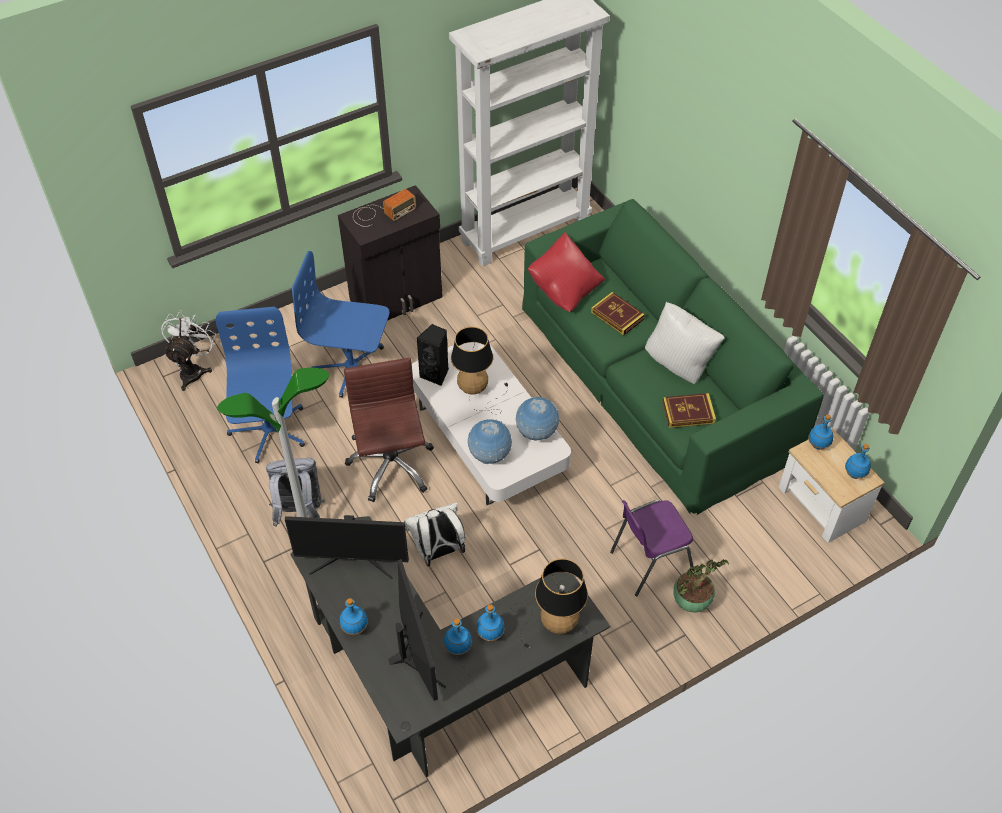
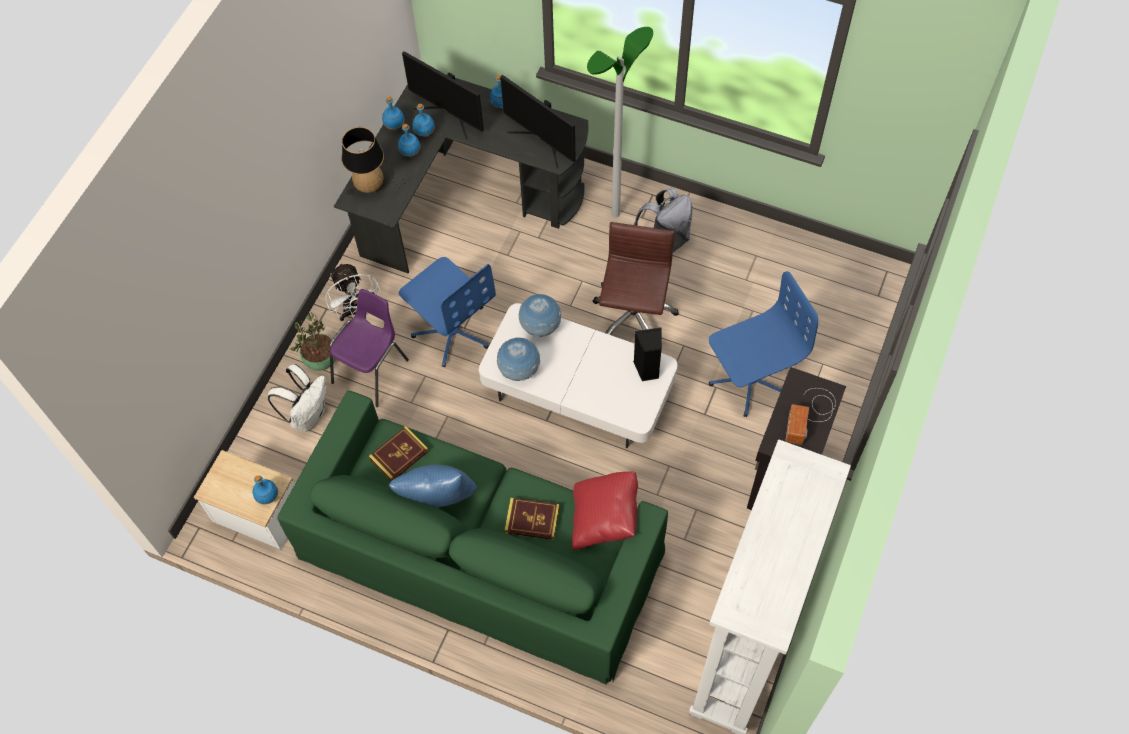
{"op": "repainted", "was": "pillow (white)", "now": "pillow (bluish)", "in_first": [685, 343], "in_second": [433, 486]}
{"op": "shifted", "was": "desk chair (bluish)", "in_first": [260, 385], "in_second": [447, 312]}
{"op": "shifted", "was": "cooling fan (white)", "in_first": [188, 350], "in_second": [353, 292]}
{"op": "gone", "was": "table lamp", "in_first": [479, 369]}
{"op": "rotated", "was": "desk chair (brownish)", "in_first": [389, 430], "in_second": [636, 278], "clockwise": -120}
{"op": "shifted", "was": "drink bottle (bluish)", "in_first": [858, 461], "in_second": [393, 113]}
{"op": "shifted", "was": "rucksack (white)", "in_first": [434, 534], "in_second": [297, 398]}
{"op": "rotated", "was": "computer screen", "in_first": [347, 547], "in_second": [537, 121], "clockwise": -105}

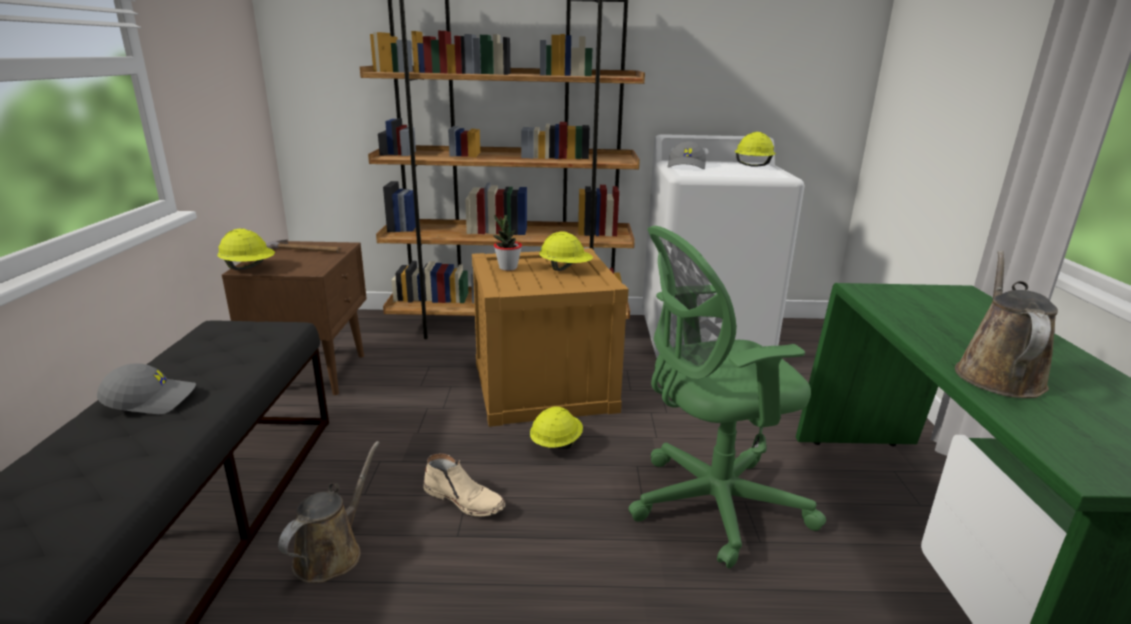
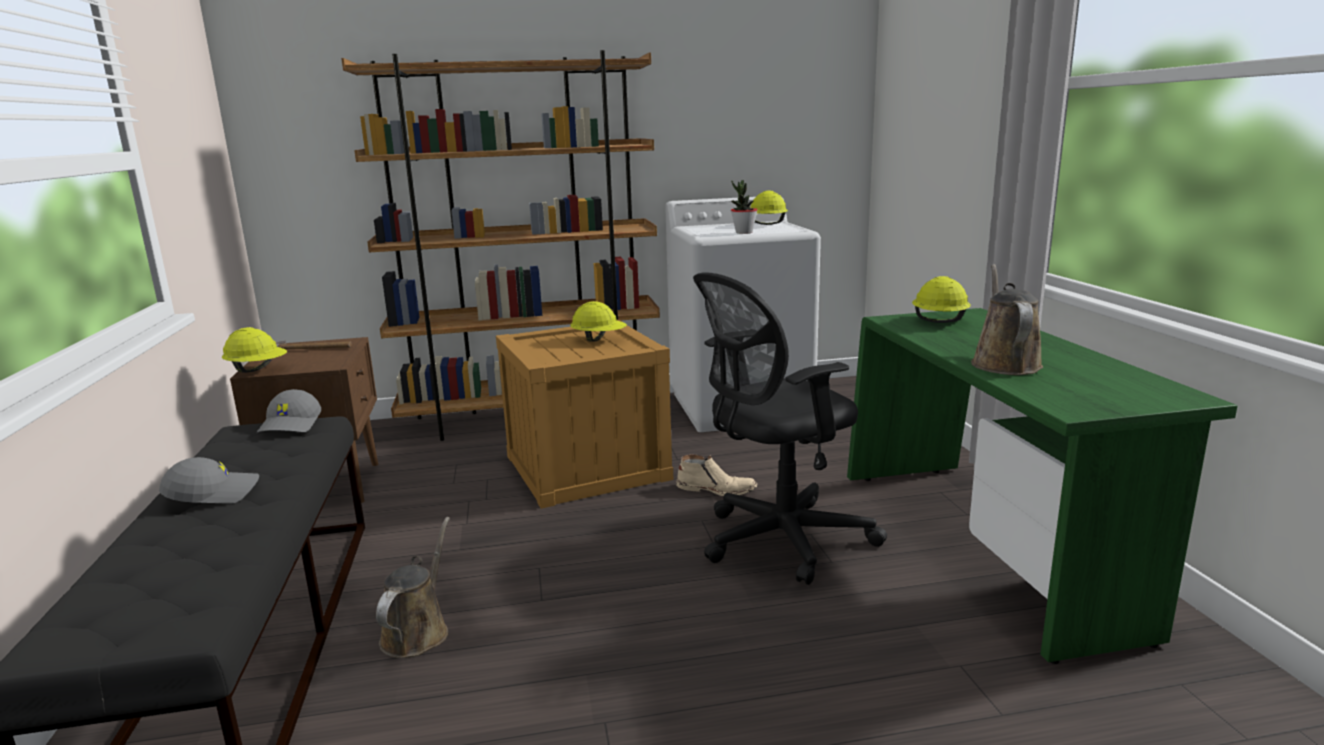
{"op": "shifted", "was": "peaked cap (grey)", "in_first": [686, 155], "in_second": [288, 411]}
{"op": "shifted", "was": "potted plant", "in_first": [507, 242], "in_second": [744, 207]}
{"op": "repainted", "was": "desk chair (green)", "now": "desk chair (blackish)", "in_first": [727, 397], "in_second": [790, 428]}
{"op": "shifted", "was": "work helmet (yellowish)", "in_first": [556, 427], "in_second": [941, 299]}
{"op": "shifted", "was": "boot (sand-coloured)", "in_first": [464, 485], "in_second": [717, 475]}

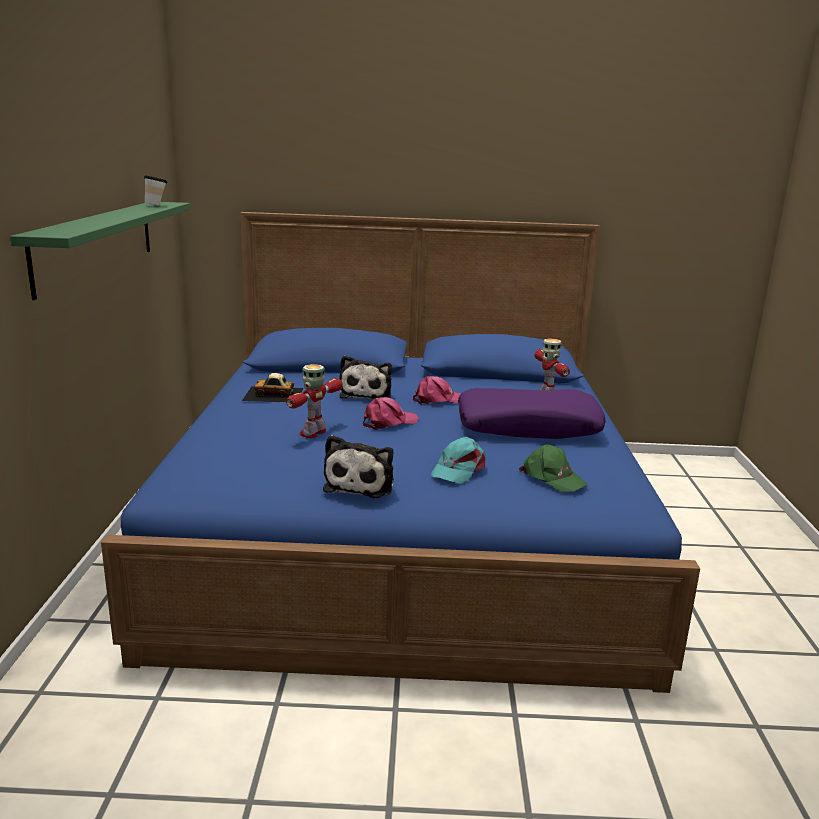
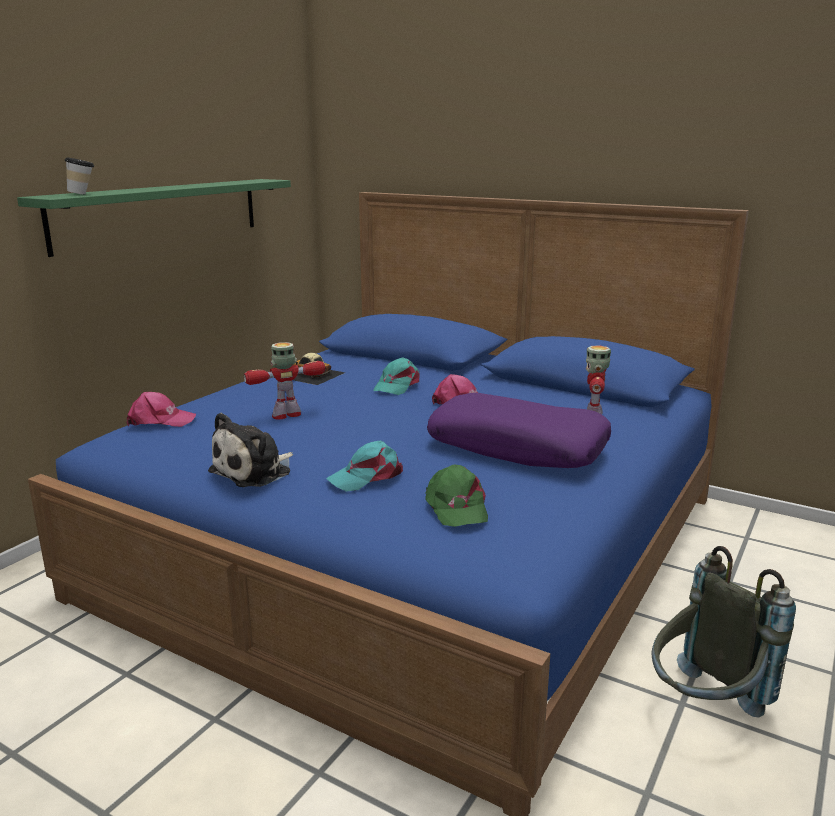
{"op": "shifted", "was": "drinking cup", "in_first": [155, 190], "in_second": [79, 176]}
{"op": "swapped", "was": "cuddly toy", "now": "peaked cap (turquoise-coloured)", "in_first": [365, 377], "in_second": [396, 376]}
{"op": "shifted", "was": "peaked cap (pink-coloured)", "in_first": [391, 413], "in_second": [161, 409]}
{"op": "new", "now": "rucksack (grey)", "in_second": [723, 631]}

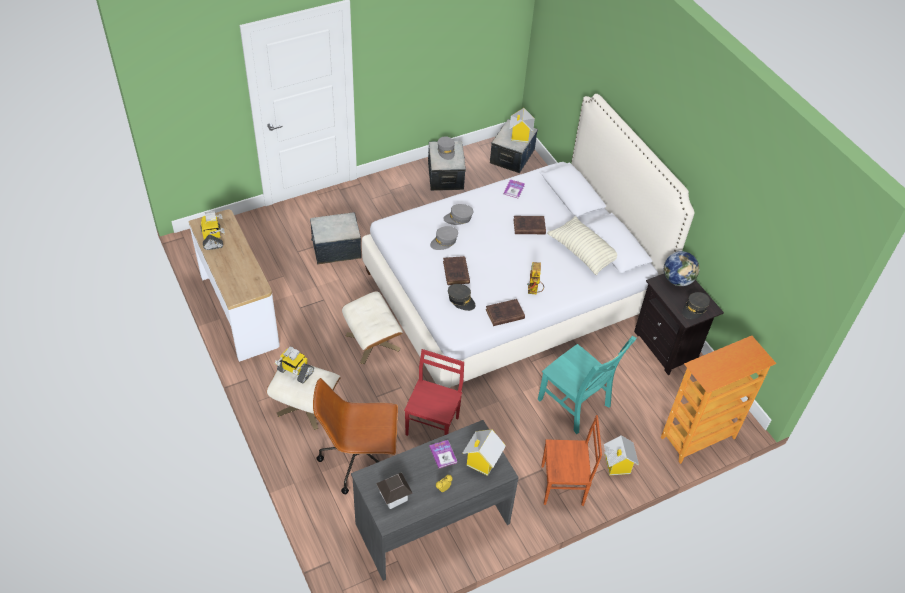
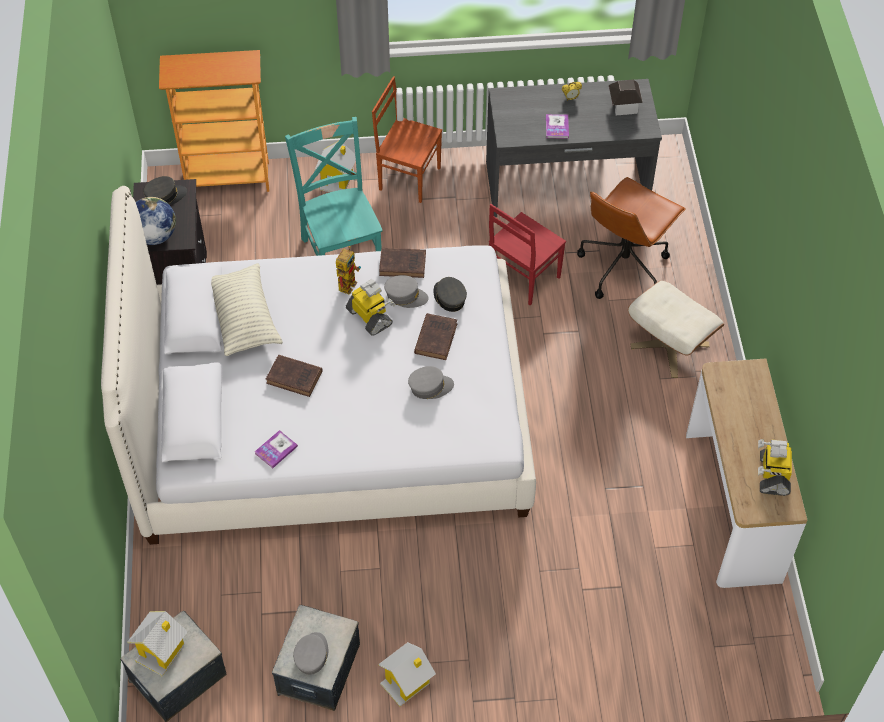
{"op": "shifted", "was": "peaked cap (grey)", "in_first": [458, 214], "in_second": [406, 291]}
{"op": "gone", "was": "storage bin", "in_first": [335, 238]}
{"op": "gone", "was": "ottoman (sand-coloured)", "in_first": [372, 327]}
{"op": "shifted", "was": "robot figure", "in_first": [294, 365], "in_second": [370, 307]}
{"op": "rotated", "was": "desk chair (brownish)", "in_first": [355, 436], "in_second": [631, 238], "clockwise": 105}
{"op": "shifted", "was": "miniature house", "in_first": [484, 452], "in_second": [407, 674]}

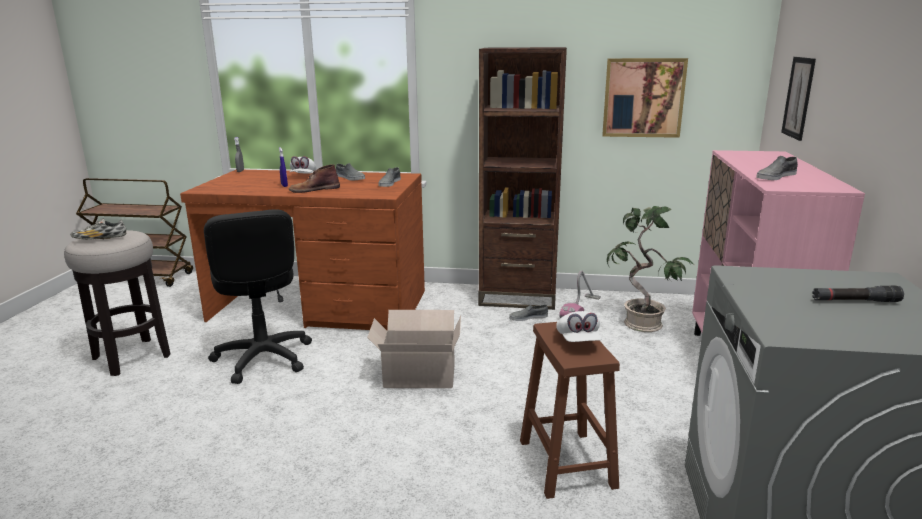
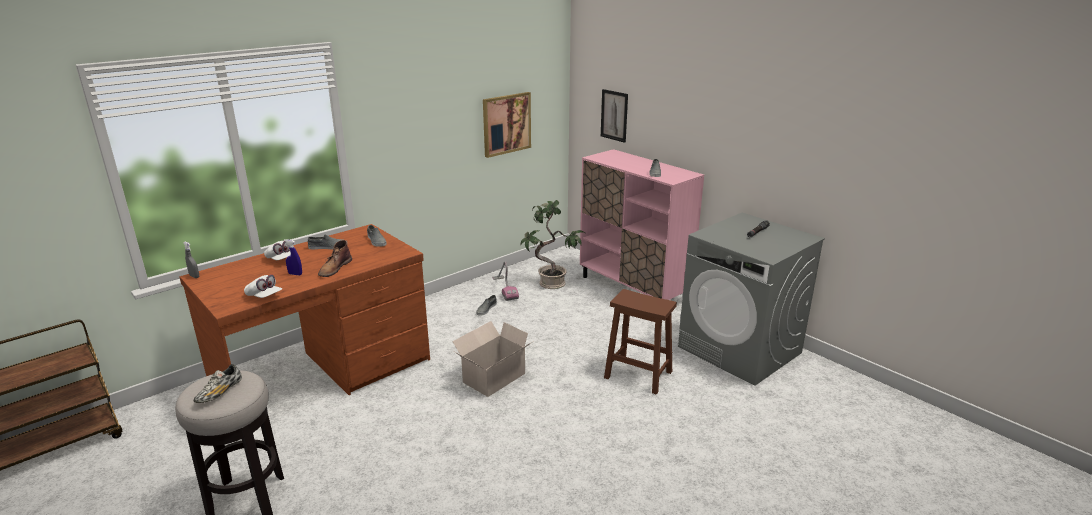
{"op": "gone", "was": "bookshelf (brownish)", "in_first": [522, 178]}
{"op": "gone", "was": "desk chair (blackish)", "in_first": [258, 296]}
{"op": "shifted", "was": "peaked cap (white)", "in_first": [579, 326], "in_second": [263, 286]}

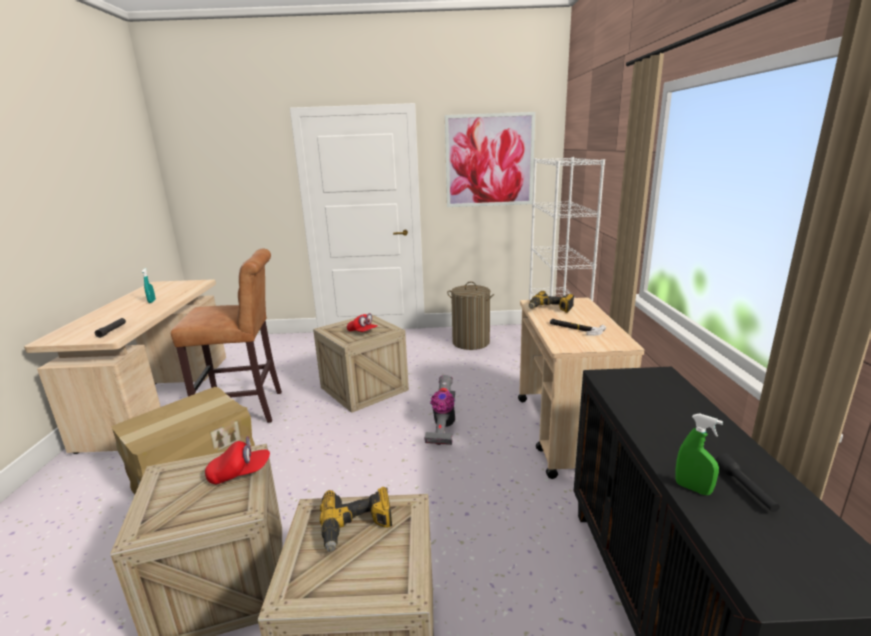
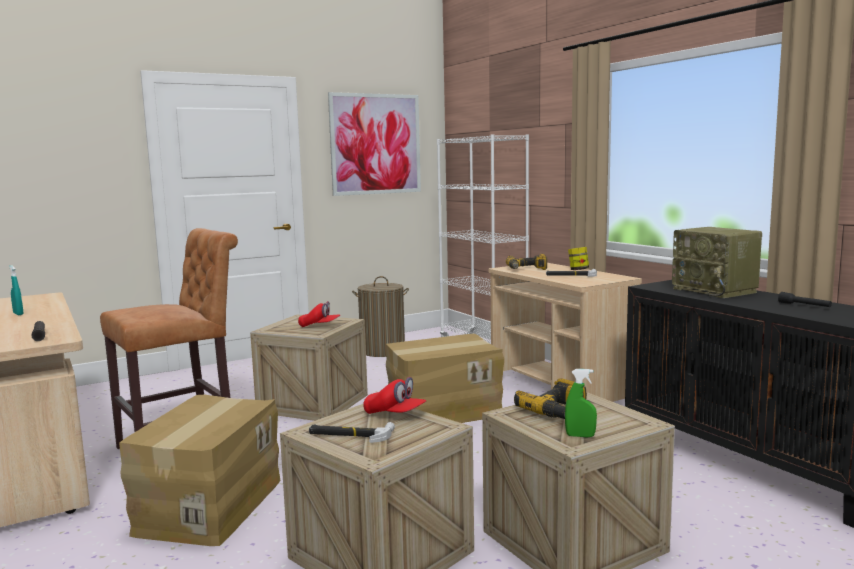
{"op": "swapped", "was": "vacuum cleaner", "now": "cardboard box", "in_first": [439, 410], "in_second": [445, 378]}
{"op": "shifted", "was": "spray bottle (green)", "in_first": [699, 454], "in_second": [581, 403]}
{"op": "rotated", "was": "peaked cap (red)", "in_first": [237, 460], "in_second": [395, 395], "clockwise": 75}
{"op": "new", "now": "radio", "in_second": [717, 262]}
{"op": "new", "now": "storage jar", "in_second": [578, 258]}
{"op": "new", "now": "tool hammer", "in_second": [352, 432]}

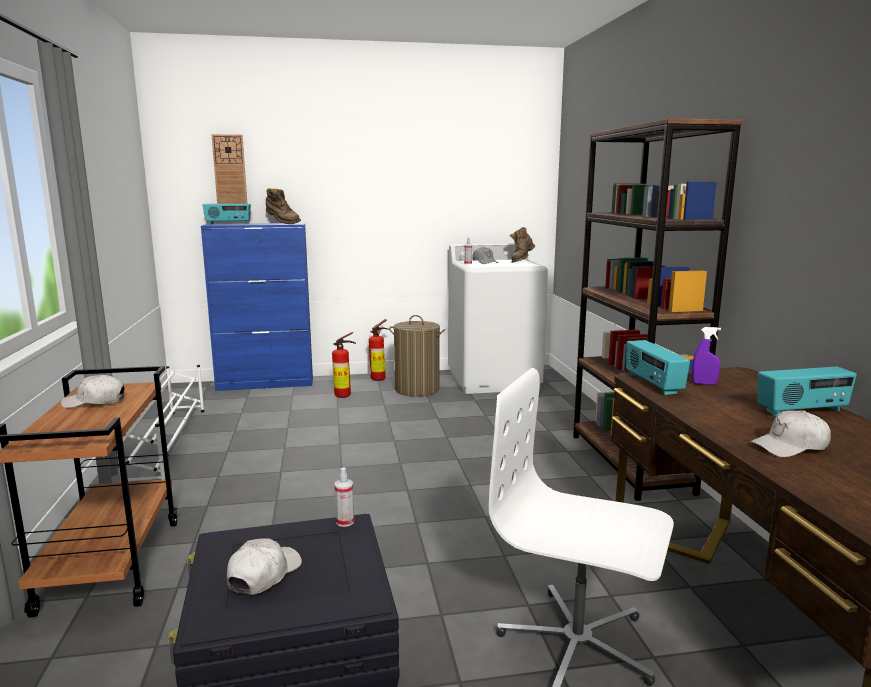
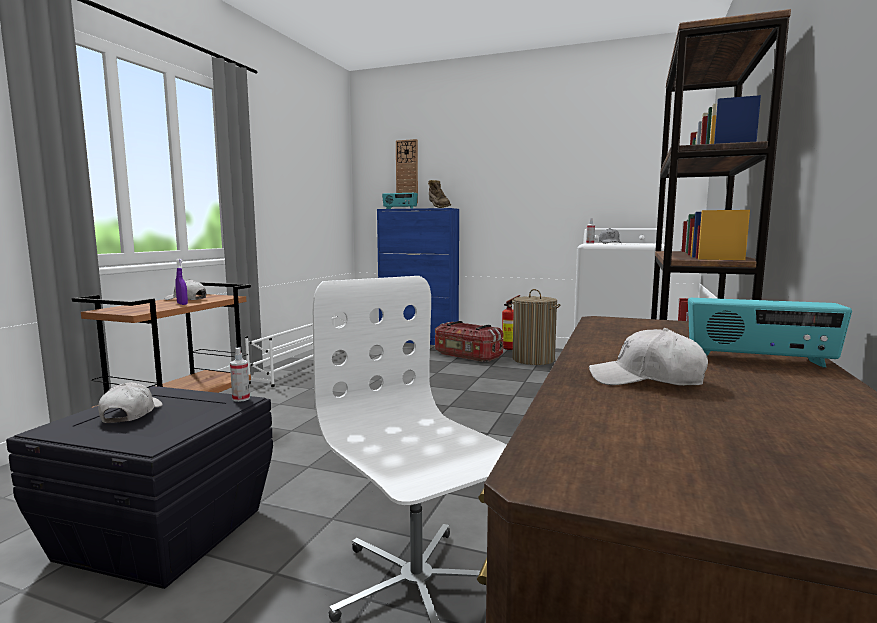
{"op": "gone", "was": "boot (brownish)", "in_first": [522, 245]}
{"op": "shifted", "was": "spray bottle (purple-coloured)", "in_first": [706, 356], "in_second": [182, 282]}
{"op": "swapped", "was": "fire-fighting cylinder", "now": "storage bin", "in_first": [344, 365], "in_second": [469, 341]}
{"op": "gone", "was": "radio", "in_first": [658, 367]}
{"op": "rotated", "was": "peaked cap (white)", "in_first": [264, 566], "in_second": [130, 402], "clockwise": -60}

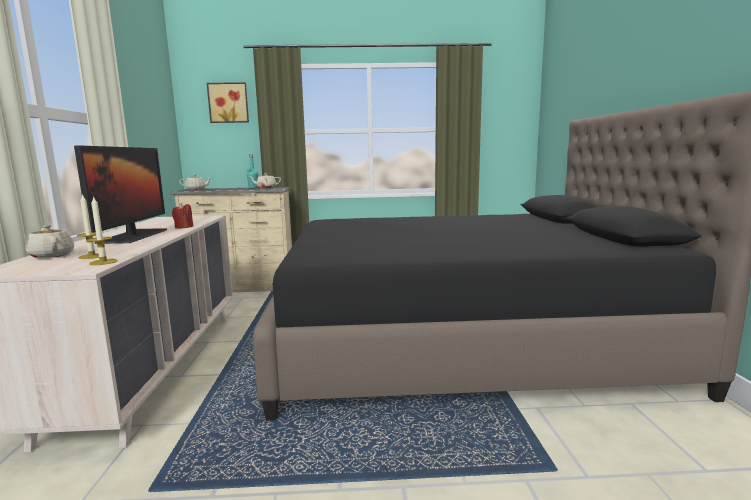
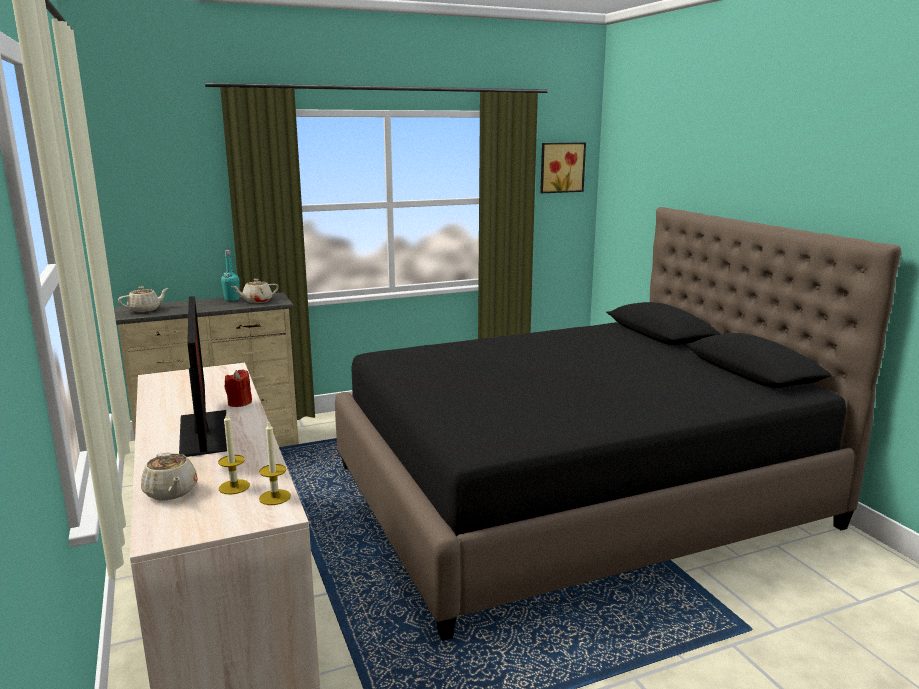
{"op": "shifted", "was": "wall art", "in_first": [228, 102], "in_second": [563, 167]}
{"op": "rotated", "was": "teapot (sand-coloured)", "in_first": [49, 241], "in_second": [169, 476], "clockwise": -150}

